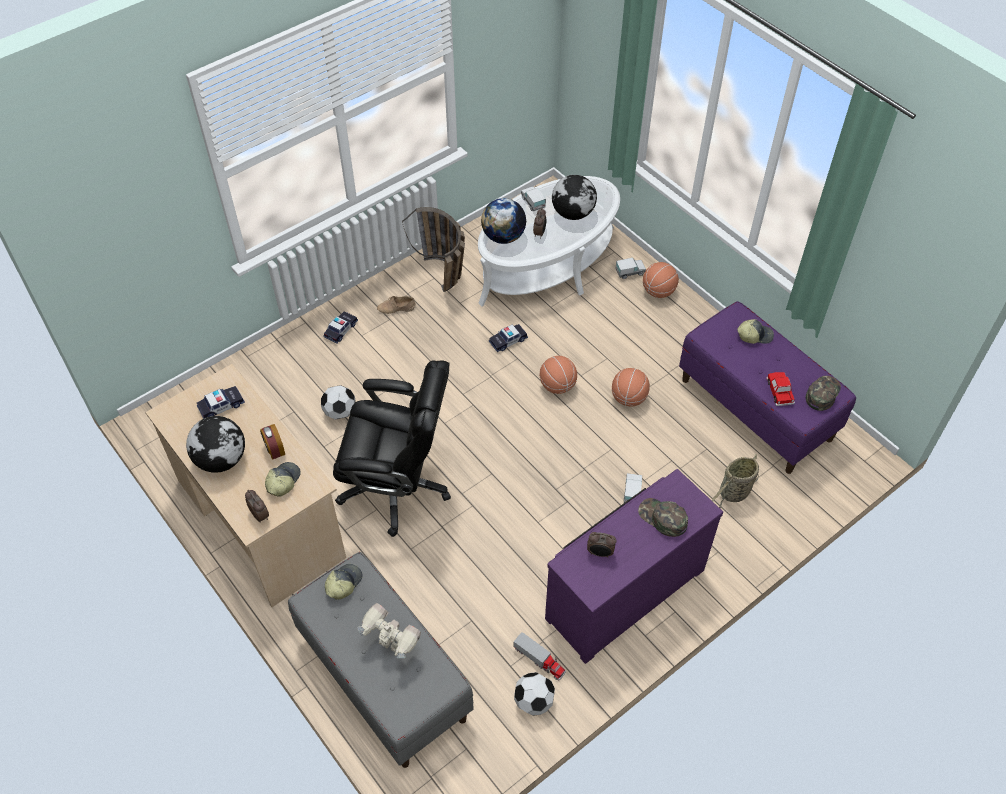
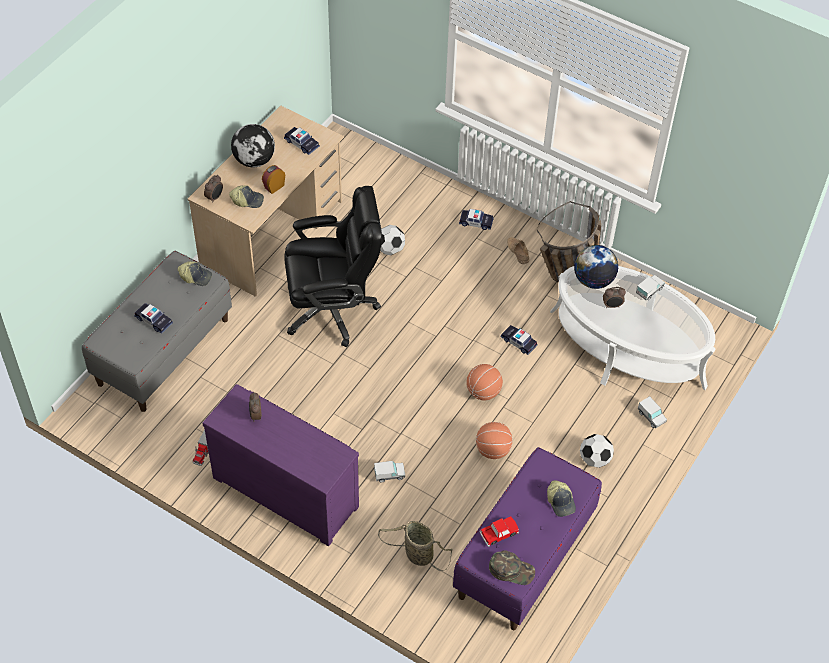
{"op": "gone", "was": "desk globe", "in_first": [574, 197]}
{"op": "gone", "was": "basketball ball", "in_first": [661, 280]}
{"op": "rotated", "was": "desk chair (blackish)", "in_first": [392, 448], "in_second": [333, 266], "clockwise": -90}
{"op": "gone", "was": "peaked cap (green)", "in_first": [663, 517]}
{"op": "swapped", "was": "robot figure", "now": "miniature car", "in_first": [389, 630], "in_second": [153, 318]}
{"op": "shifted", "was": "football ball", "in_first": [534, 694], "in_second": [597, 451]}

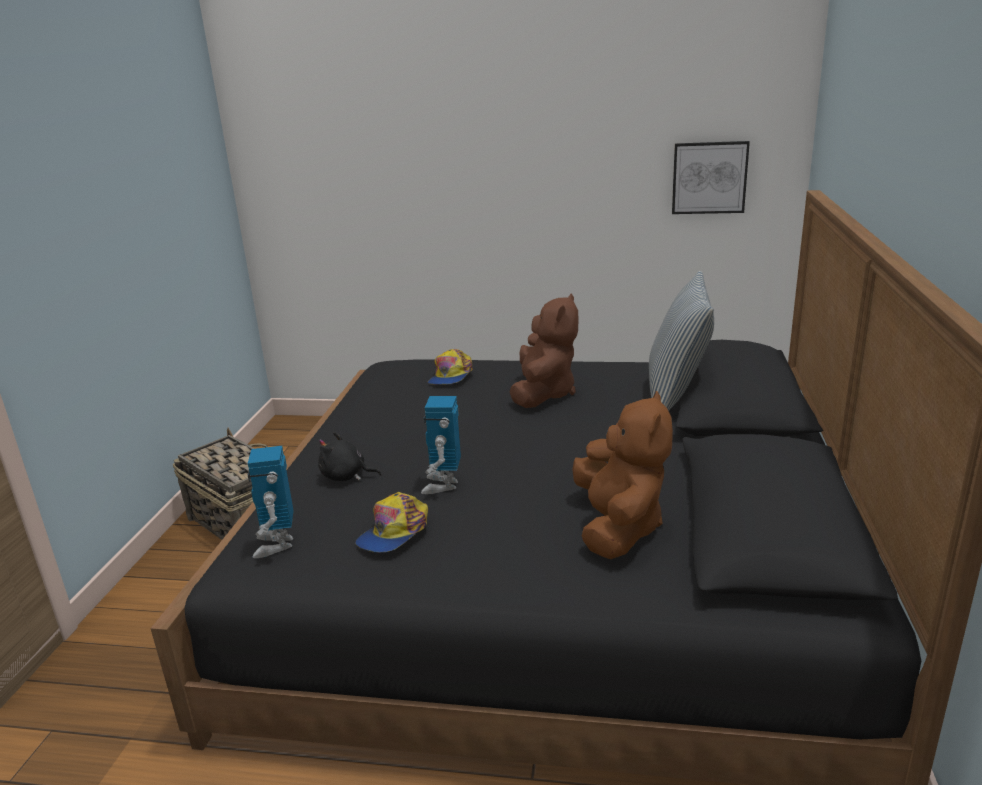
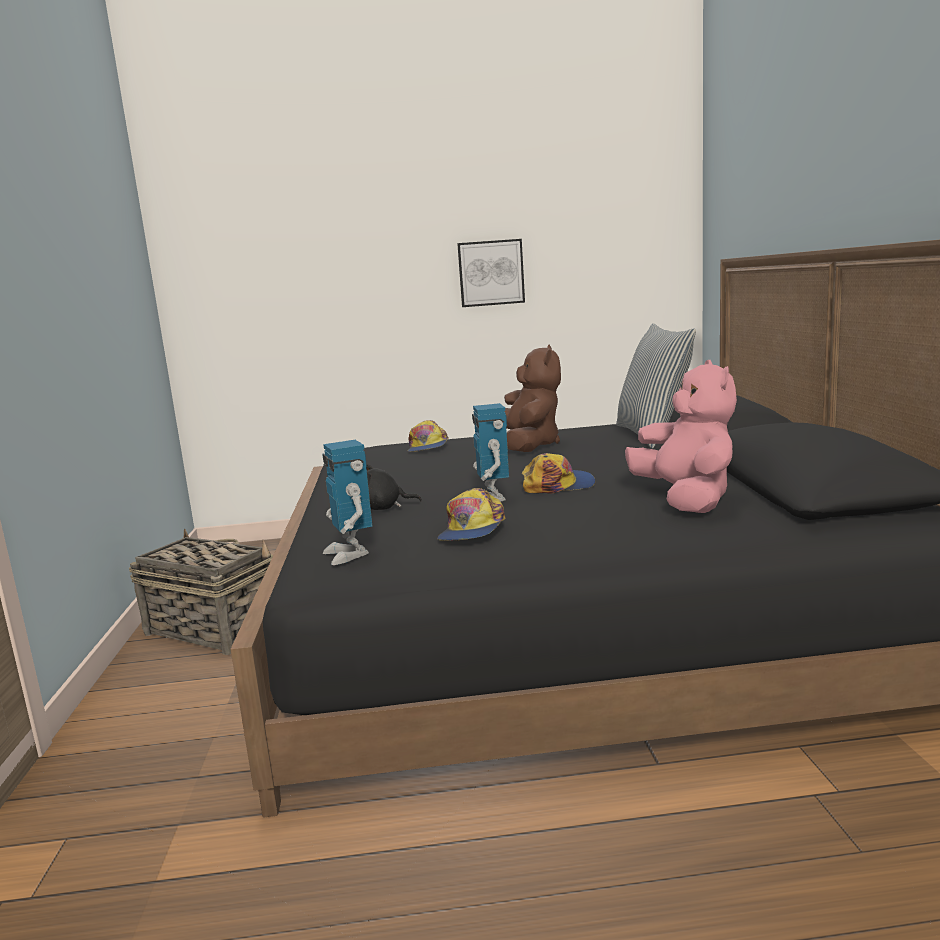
{"op": "shifted", "was": "wall art", "in_first": [711, 177], "in_second": [491, 273]}
{"op": "repainted", "was": "cuddly toy (brownish)", "now": "cuddly toy (pink-coloured)", "in_first": [622, 475], "in_second": [681, 436]}
{"op": "new", "now": "peaked cap", "in_second": [559, 473]}

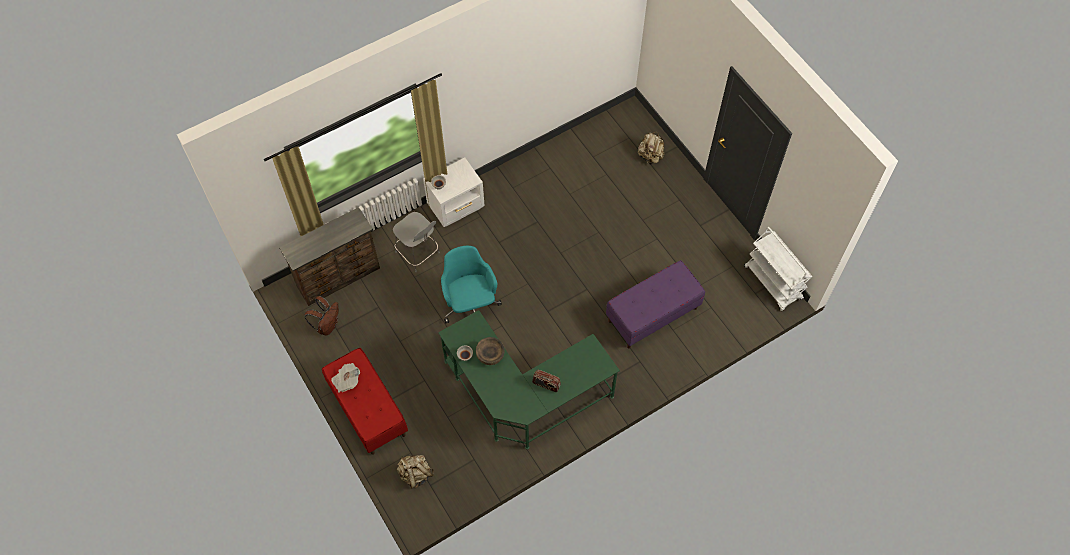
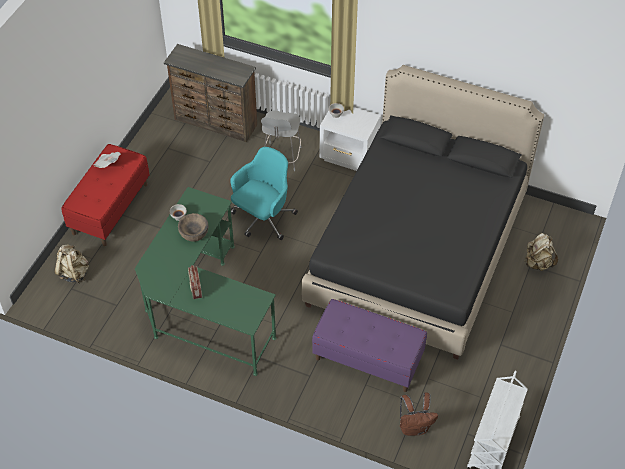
{"op": "shifted", "was": "rucksack (brownish)", "in_first": [322, 316], "in_second": [419, 414]}
{"op": "new", "now": "sleeping bed (blackish)", "in_second": [423, 212]}

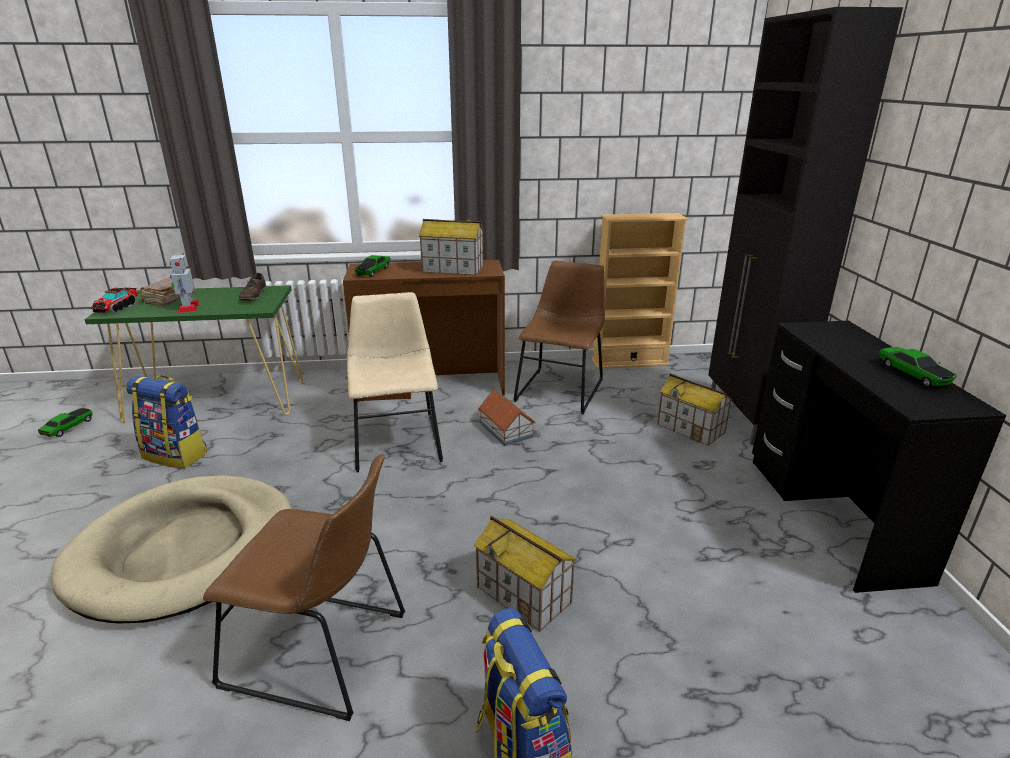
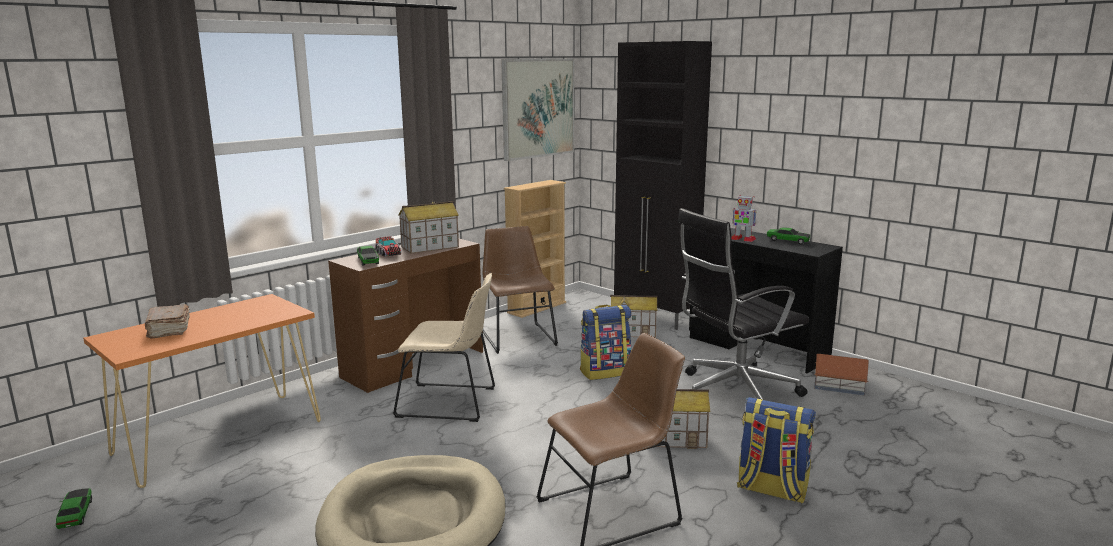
{"op": "shifted", "was": "robot figure", "in_first": [184, 283], "in_second": [744, 218]}
{"op": "gone", "was": "low shoe (brownish)", "in_first": [252, 287]}
{"op": "repainted", "was": "narrow table (green)", "now": "narrow table (orange-coloured)", "in_first": [193, 354], "in_second": [202, 391]}
{"op": "shifted", "was": "toy lorry", "in_first": [114, 300], "in_second": [388, 246]}
{"op": "rotated", "was": "upright chair (sand-coloured)", "in_first": [395, 382], "in_second": [444, 347], "clockwise": 150}
{"op": "shifted", "was": "rucksack", "in_first": [166, 422], "in_second": [605, 342]}
{"op": "shifted", "was": "miniature house", "in_first": [506, 418], "in_second": [841, 374]}
{"op": "new", "now": "wall art", "in_second": [537, 110]}
{"op": "new", "now": "desk chair (blackish)", "in_second": [743, 303]}

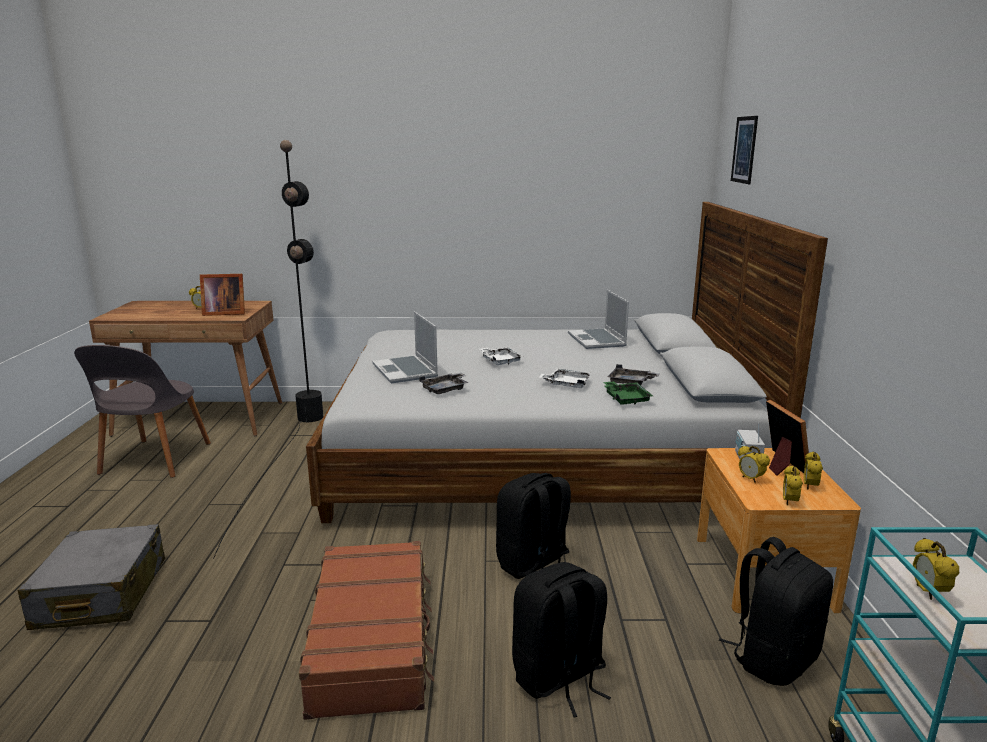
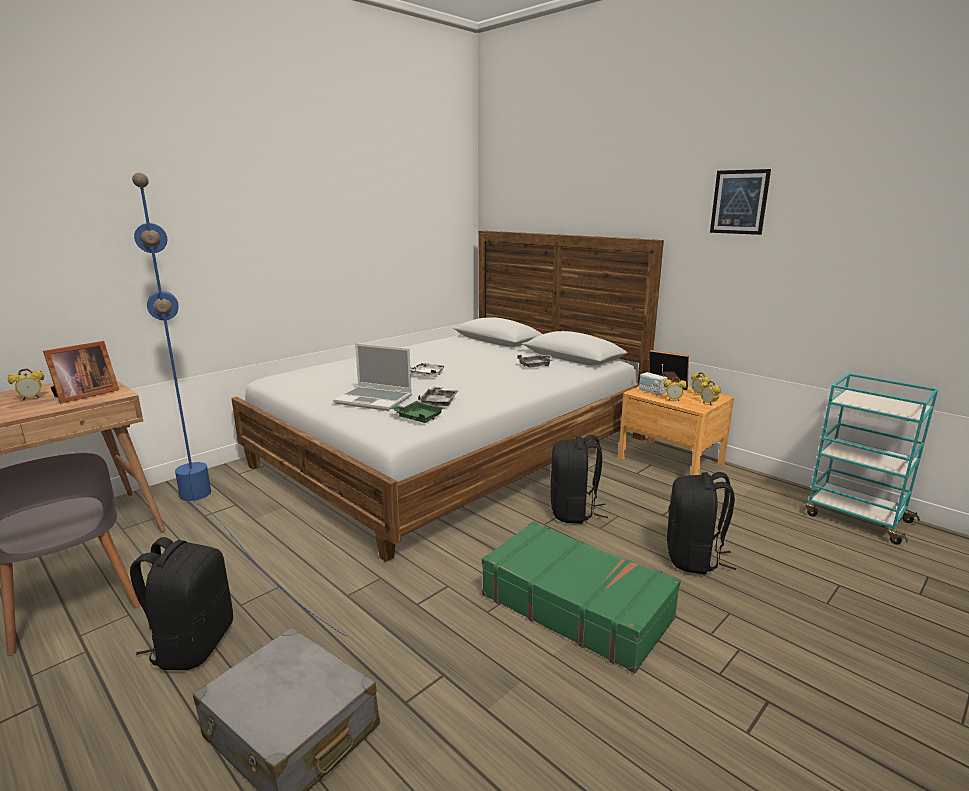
{"op": "shifted", "was": "wall art", "in_first": [744, 150], "in_second": [740, 202]}
{"op": "repainted", "was": "standard lamp (blackish)", "now": "standard lamp (bluish)", "in_first": [268, 349], "in_second": [240, 405]}
{"op": "gone", "was": "notebook computer", "in_first": [598, 319]}
{"op": "gone", "was": "carrying tray (white)", "in_first": [564, 378]}
{"op": "shifted", "was": "carrying tray (green)", "in_first": [628, 393], "in_second": [417, 412]}
{"op": "shifted", "was": "rucksack (blackish)", "in_first": [776, 611], "in_second": [181, 603]}
{"op": "gone", "was": "table clock", "in_first": [936, 569]}
{"op": "repainted", "was": "piece of luggage (brownish)", "now": "piece of luggage (green)", "in_first": [366, 630], "in_second": [581, 597]}

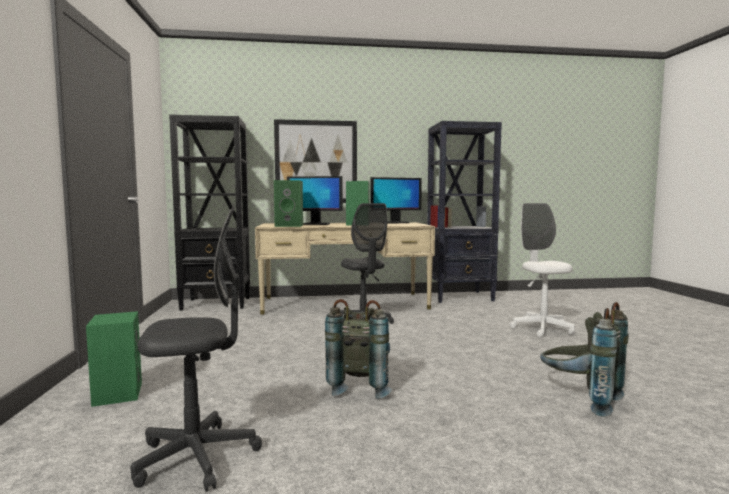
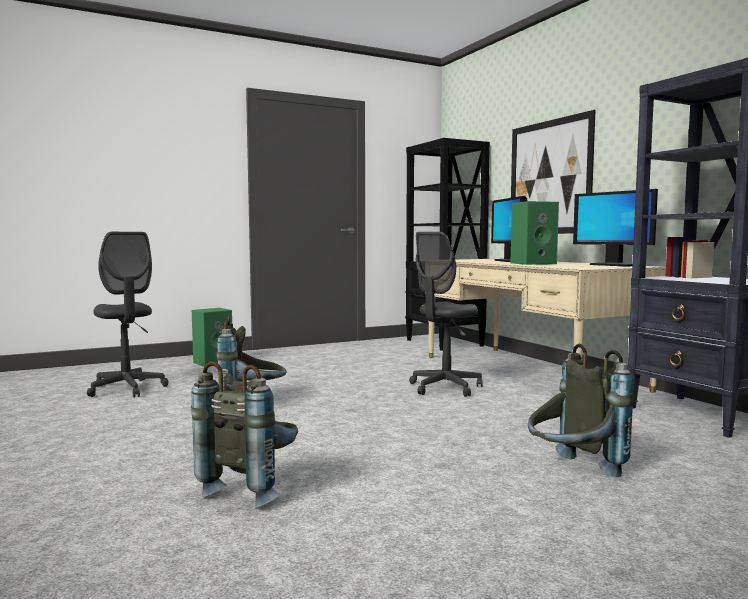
{"op": "gone", "was": "loudspeaker (green)", "in_first": [288, 203]}
{"op": "swapped", "was": "desk chair (white)", "now": "rucksack (grey)", "in_first": [542, 270], "in_second": [581, 411]}

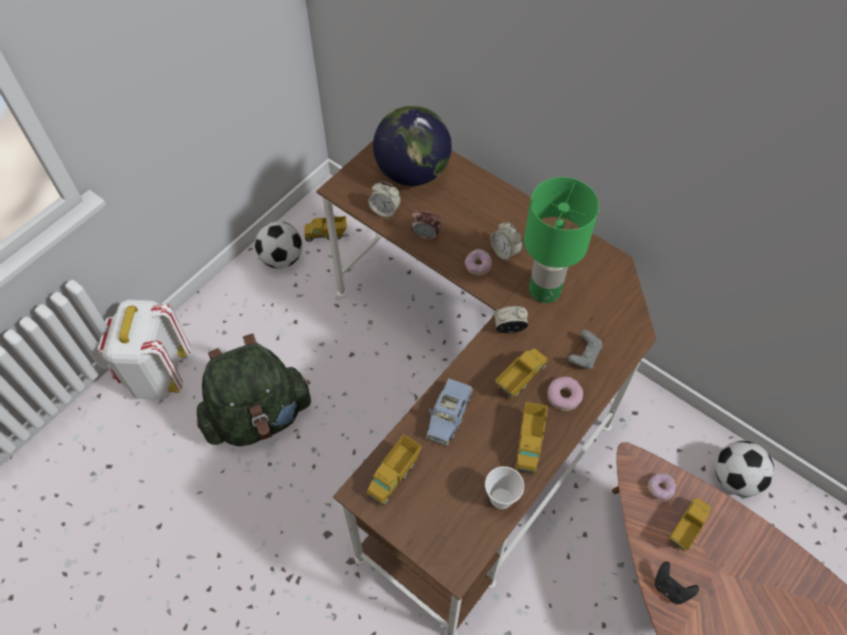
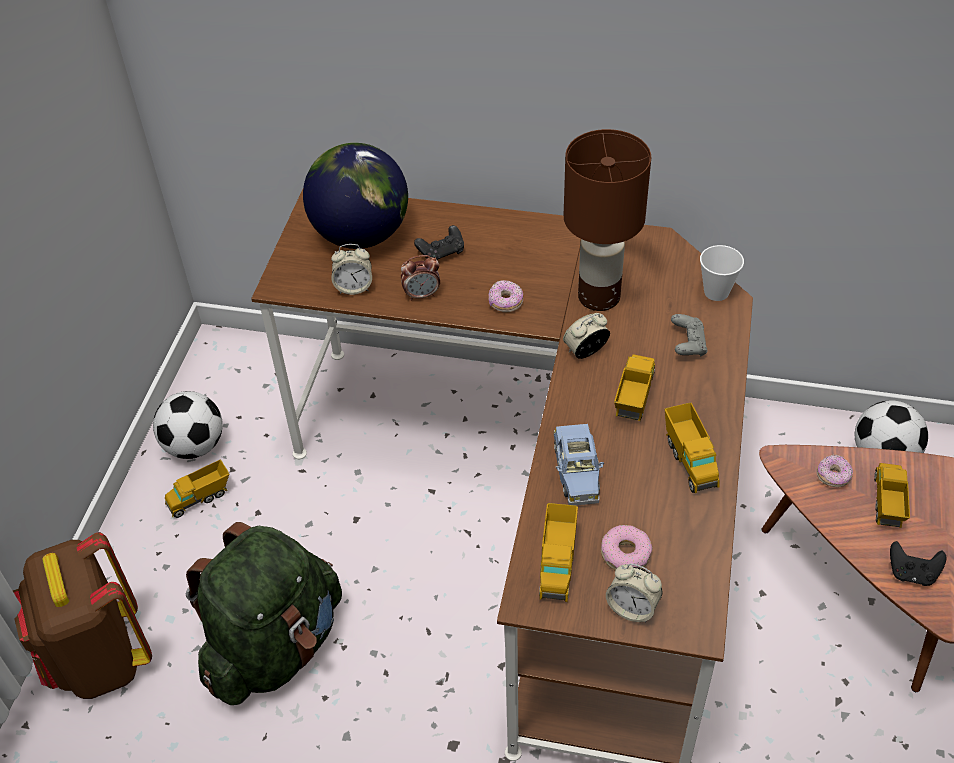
{"op": "repainted", "was": "table lamp (green)", "now": "table lamp (brownish)", "in_first": [561, 240], "in_second": [607, 220]}
{"op": "shifted", "was": "toy lorry", "in_first": [325, 229], "in_second": [197, 488]}
{"op": "shifted", "was": "table clock", "in_first": [506, 242], "in_second": [634, 593]}
{"op": "repainted", "was": "rucksack (white)", "now": "rucksack (brownish)", "in_first": [144, 350], "in_second": [82, 616]}
{"op": "shifted", "was": "donut", "in_first": [565, 393], "in_second": [627, 547]}
{"op": "shifted", "was": "drinking cup", "in_first": [504, 487], "in_second": [722, 273]}
{"op": "new", "now": "game controller (blackish)", "in_second": [439, 242]}

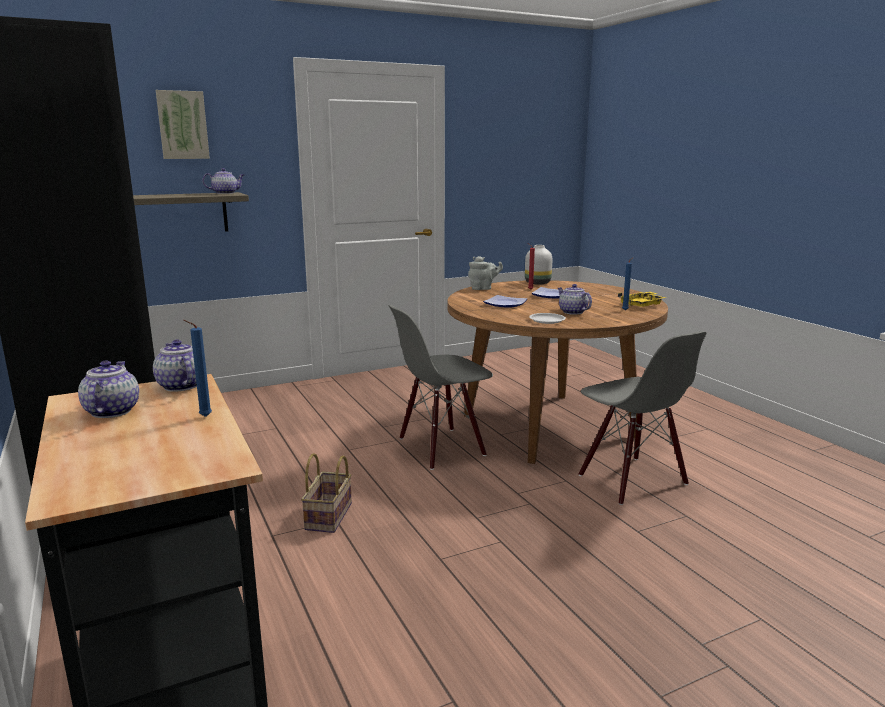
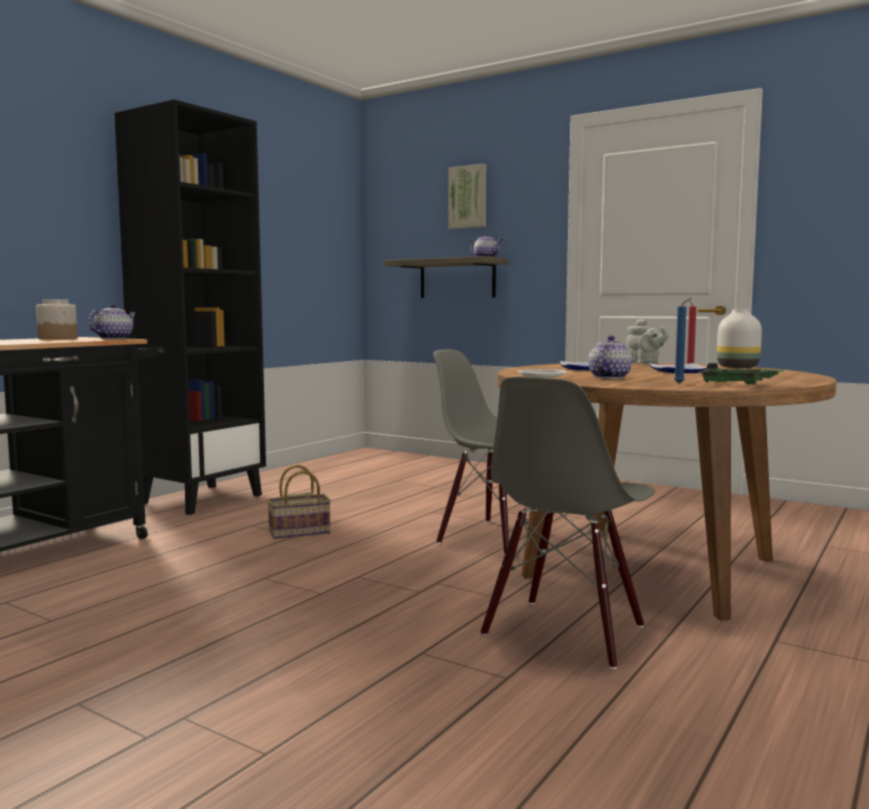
{"op": "repainted", "was": "carrying tray (yellowish)", "now": "carrying tray (green)", "in_first": [642, 299], "in_second": [741, 374]}
{"op": "gone", "was": "wax candle (bluish)", "in_first": [197, 368]}
{"op": "swapped", "was": "teapot", "now": "storage jar", "in_first": [108, 389], "in_second": [56, 319]}

